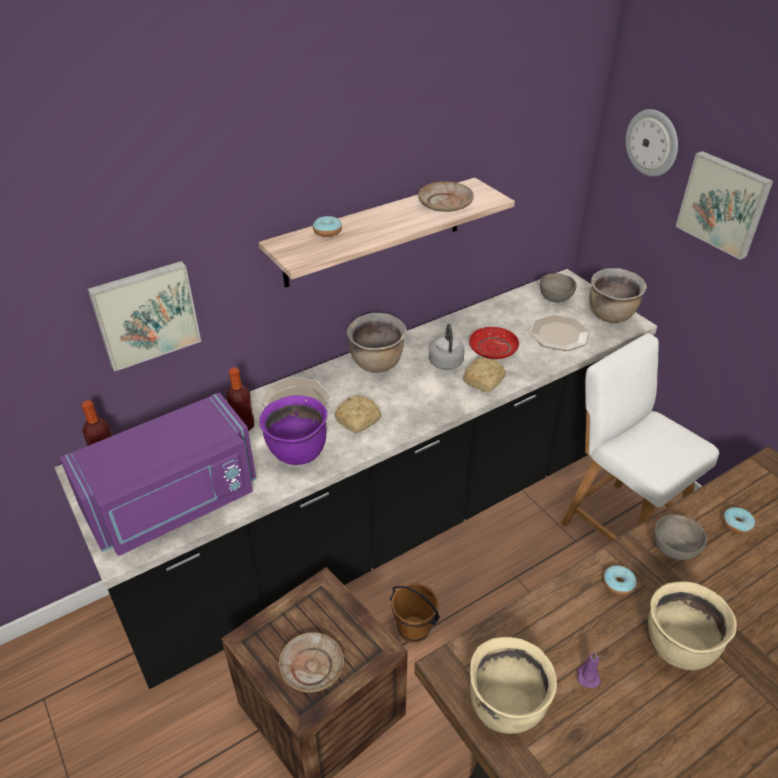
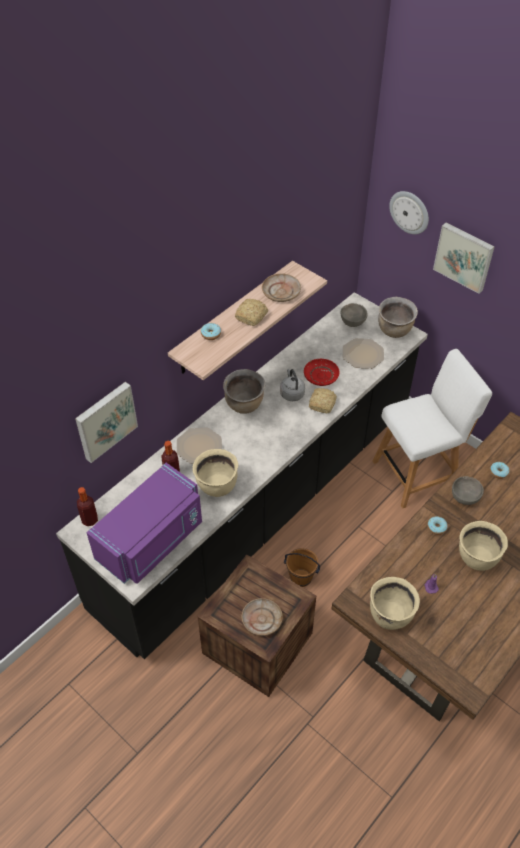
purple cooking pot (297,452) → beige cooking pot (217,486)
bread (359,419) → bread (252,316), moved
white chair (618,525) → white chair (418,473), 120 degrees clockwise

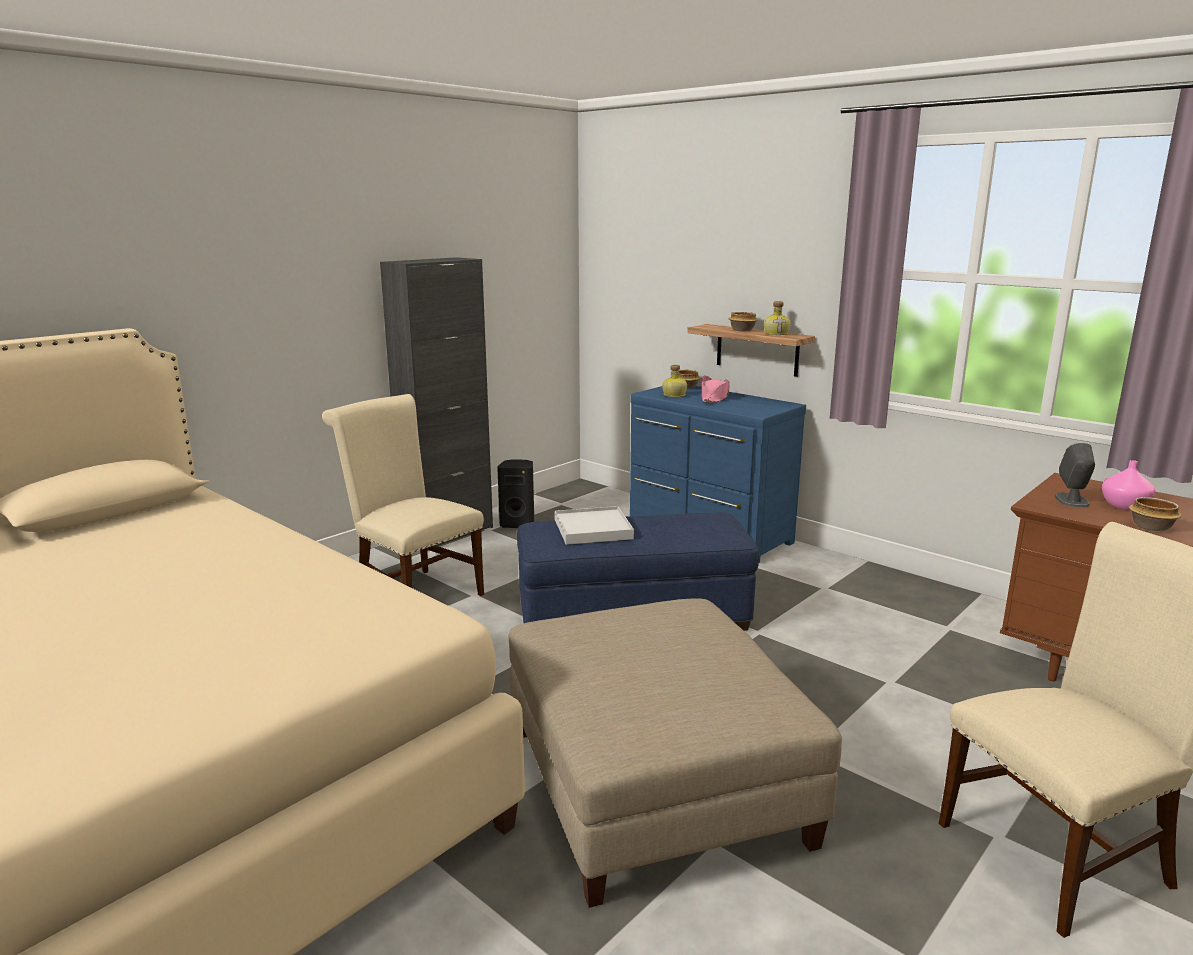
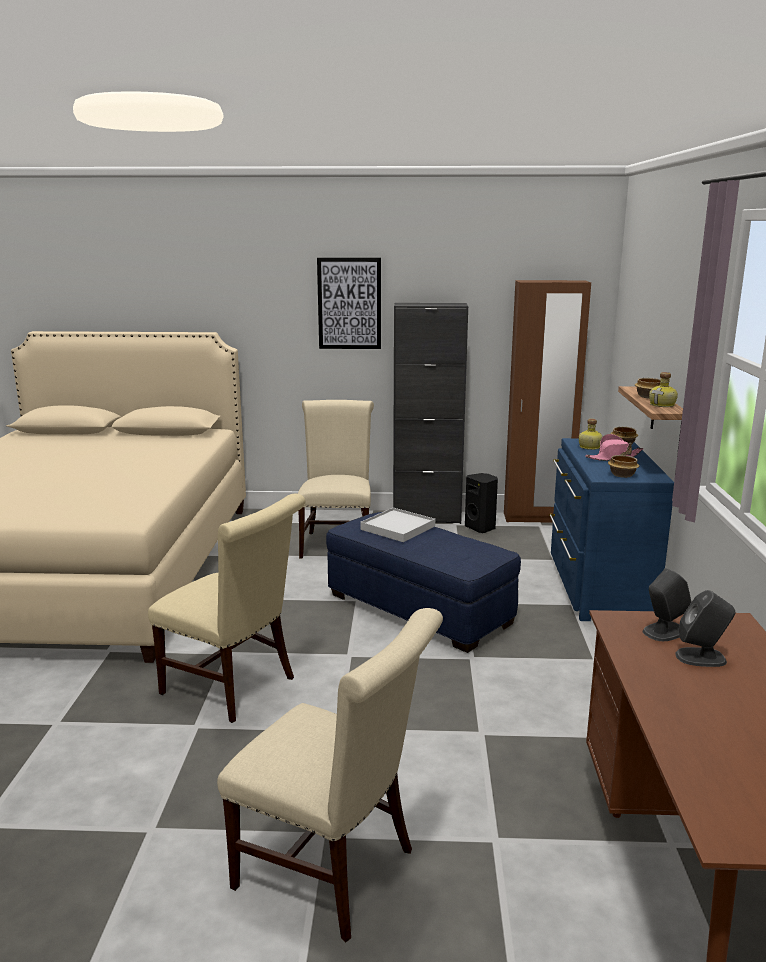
beige ottoman (656,784) → beige chair (235,687)
pink vase (1125,506) → grey speaker (701,657)
bowl (1150,527) → bowl (621,475), moved
- → picture (349,303)
- → brown wardrobe (537,518)

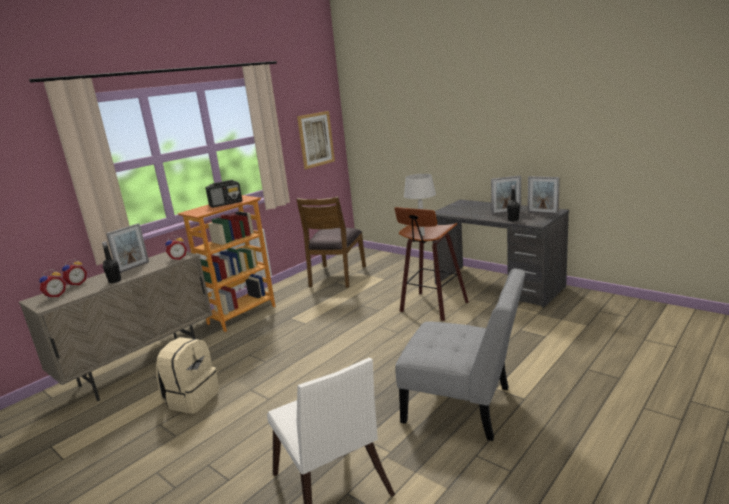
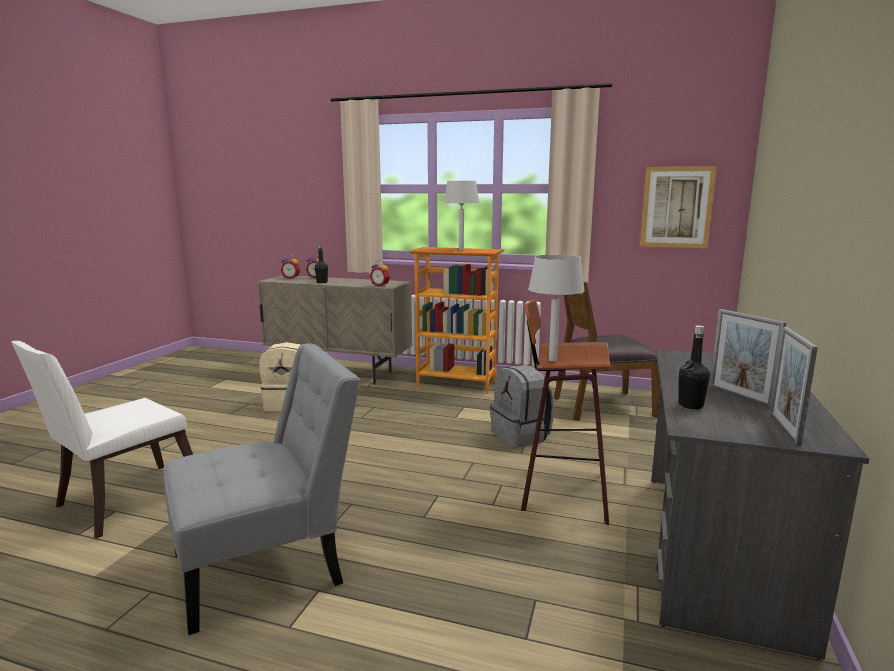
picture frame (133,267) → -
radio (226,204) → grey table lamp (461,250)
grey chair (463,407) → grey chair (268,565), 120 degrees counterclockwise
- → grey backpack (521,436)

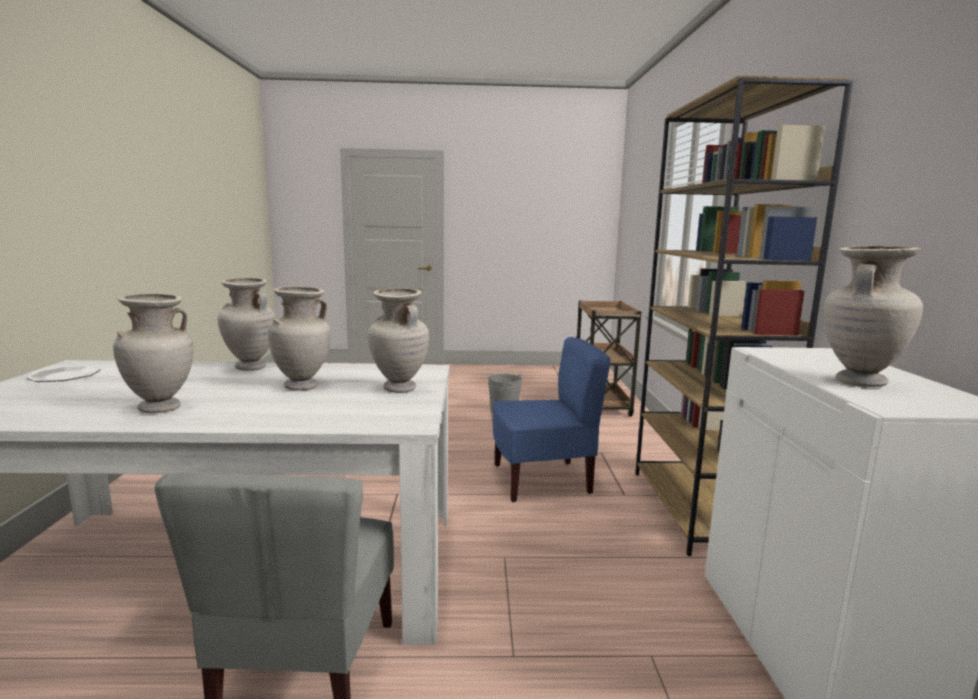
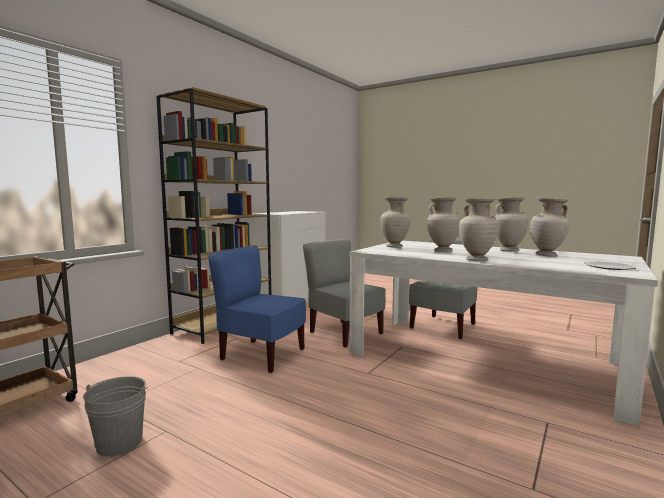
beige vase (858,382) → beige vase (547,255), moved
- → grey chair (344,334)

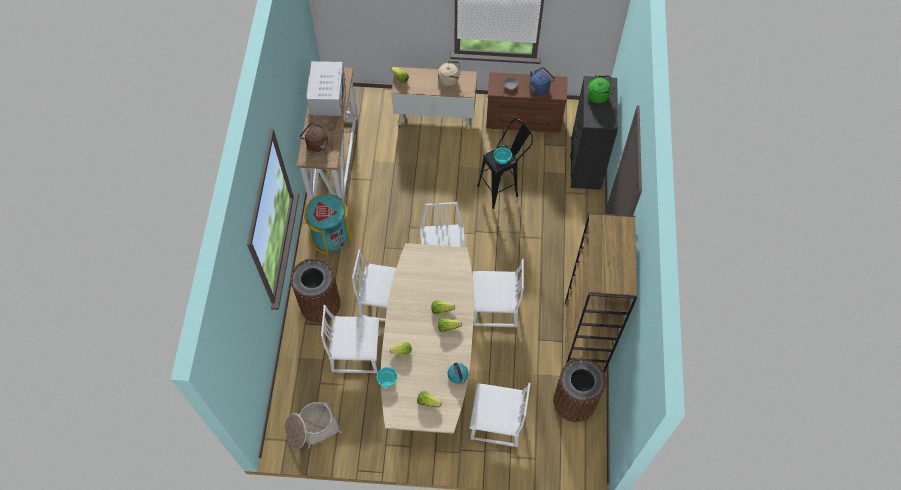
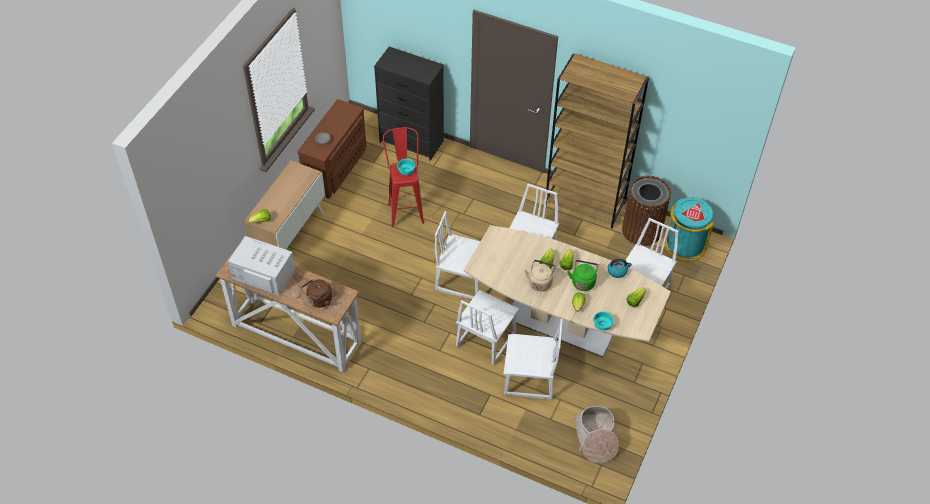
brown trash can (320,304) → -
turquoise trash can (331,236) → turquoise trash can (684,245), moved
white chair (356,352) → white chair (529,379), 105 degrees counterclockwise
beige kettle (449,80) → beige kettle (540,282), moved
black stool (503,188) → red stool (405,208)
blue kettle (540,87) → -
green kettle (599,95) → green kettle (583,282), moved

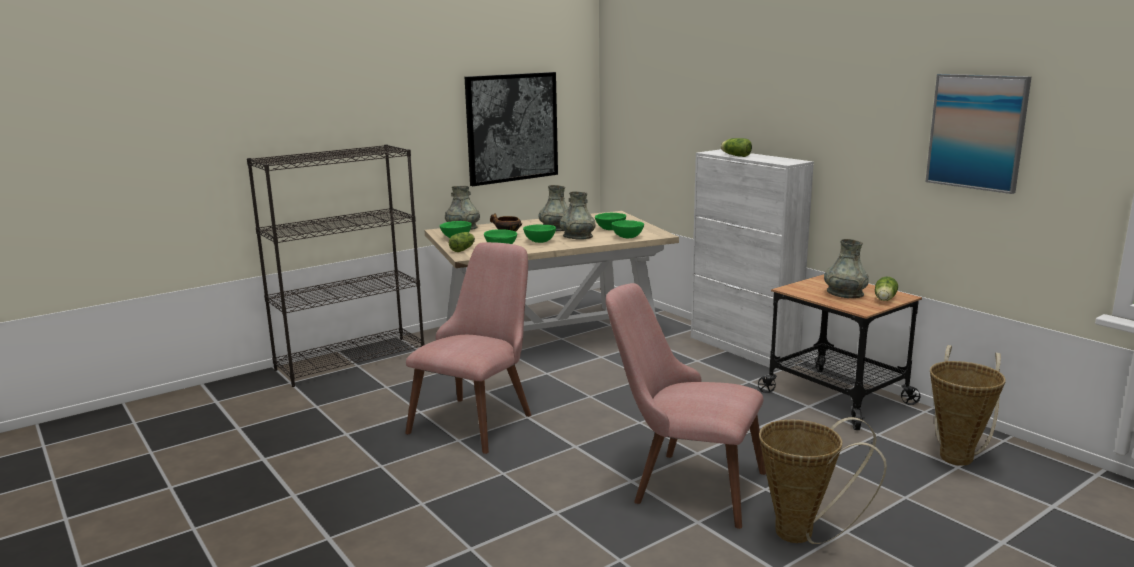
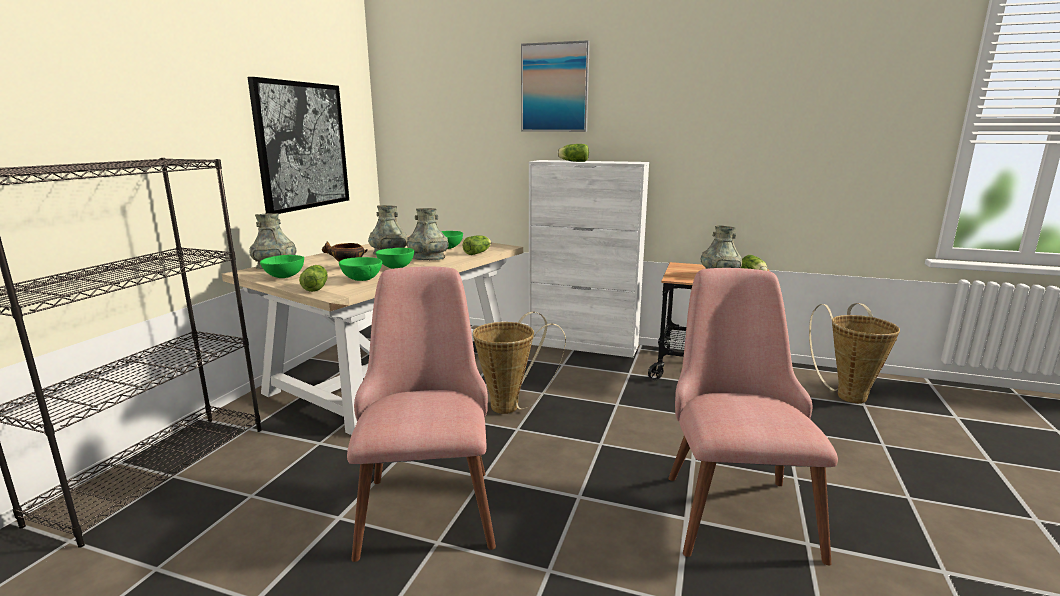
pink chair (683,484) → pink chair (732,501), 105 degrees clockwise
green bowl (627,237) → lettuce (478,253)
basket (803,535) → basket (511,406), moved
picture (977,132) → picture (555,88), moved

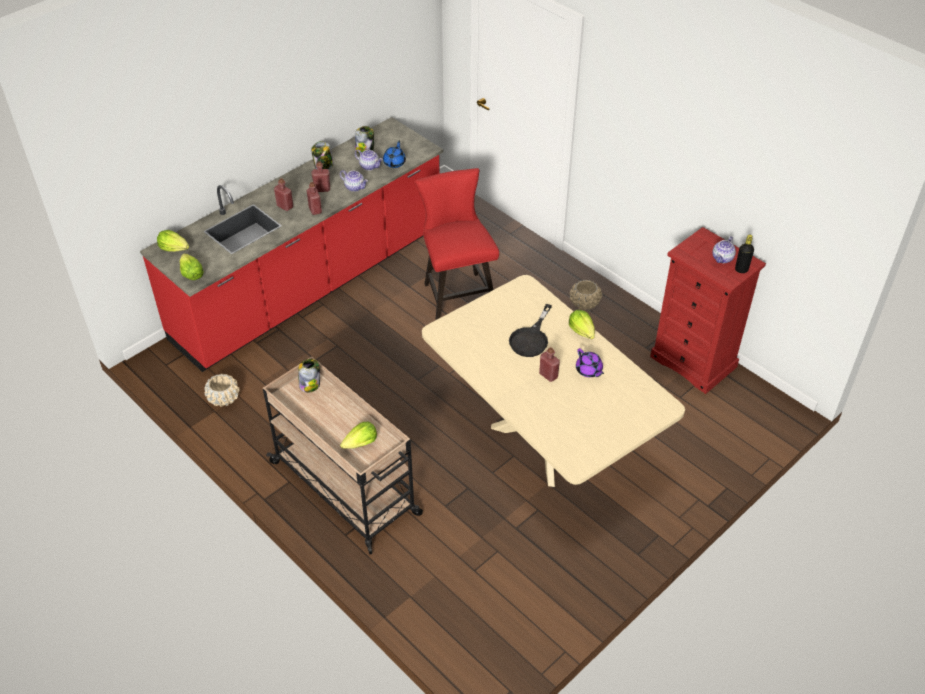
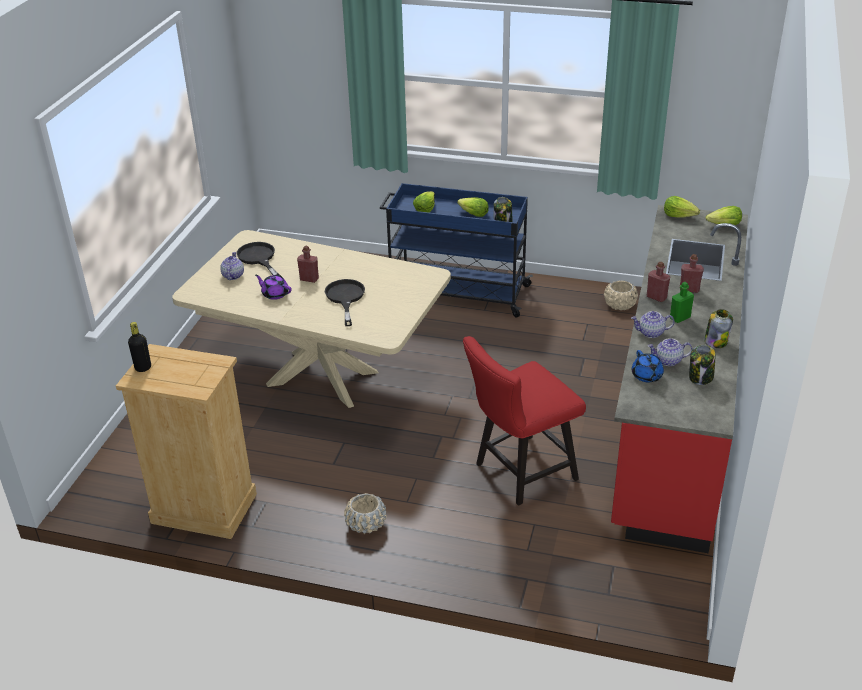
beige cart (346,489) → blue cart (455,292)
red bottle (322,189) → green bottle (679,318)
red chair (456,292) → red chair (519,473), 105 degrees clockwise
lettuce (582,331) → lettuce (473,214), moved
red dresser (693,362) → beige dresser (203,508)
teapot (722,258) → teapot (232,275), moved
- → black frying pan (259,258)

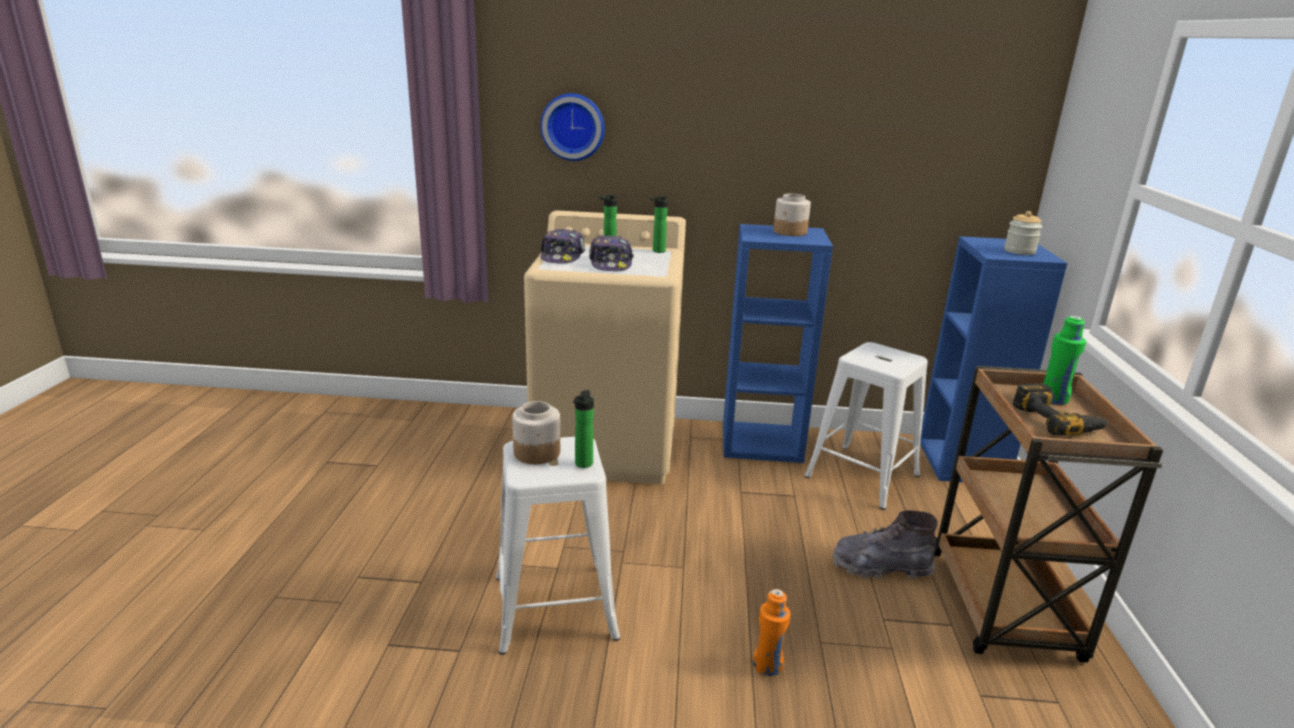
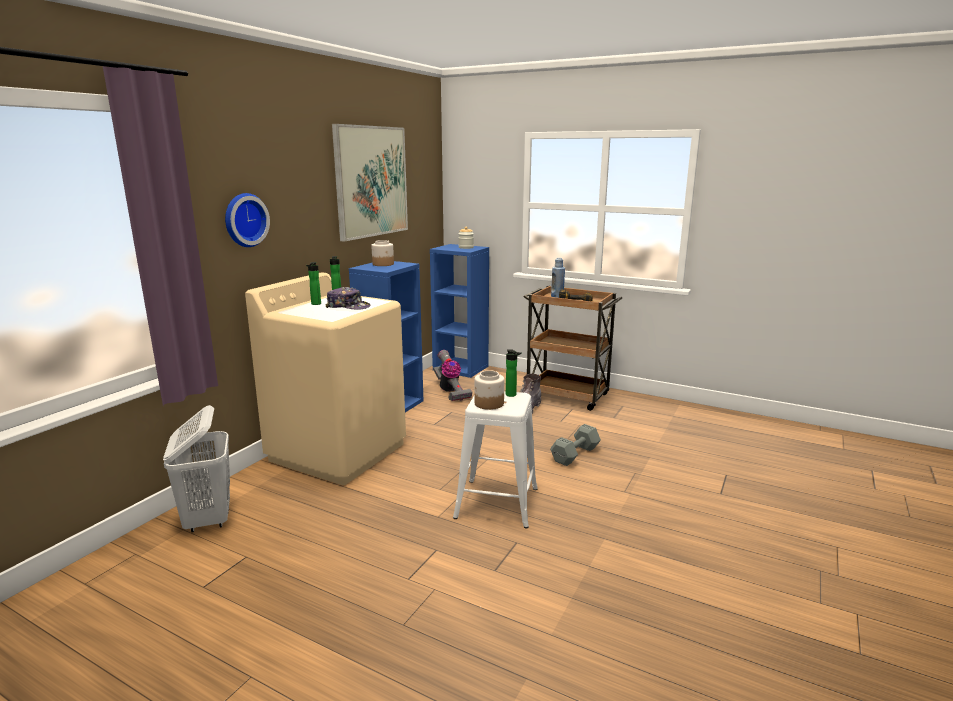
cap (562,256) → -
orange bottle (767,665) → grey dumbbell (576,454)
white stool (862,476) → vacuum cleaner (450,391)
green bottle (1053,399) → blue bottle (557,296)
- → white laundry basket (208,519)
- → picture (371,181)

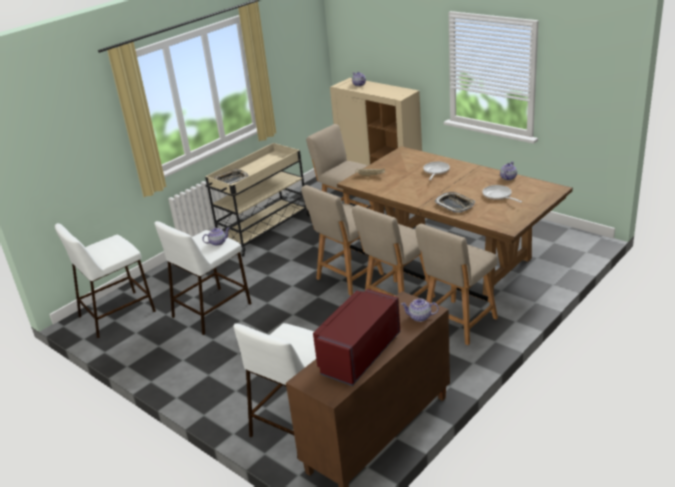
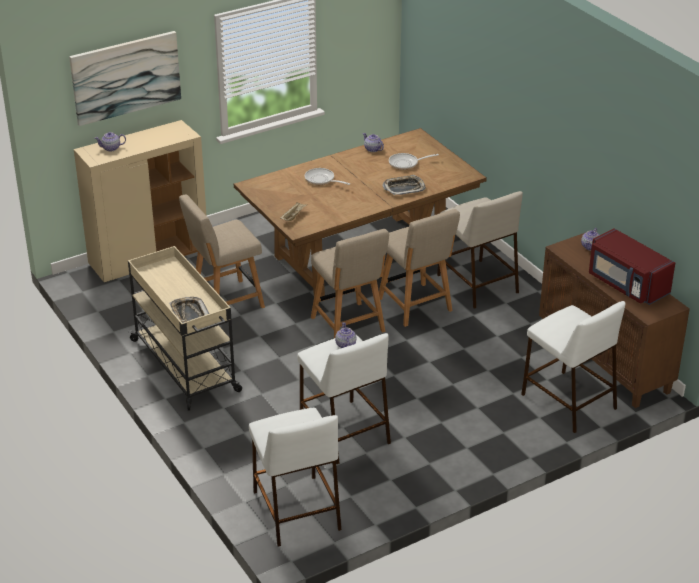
beige chair (457,324) → beige stool (476,283)
- → picture (126,77)

